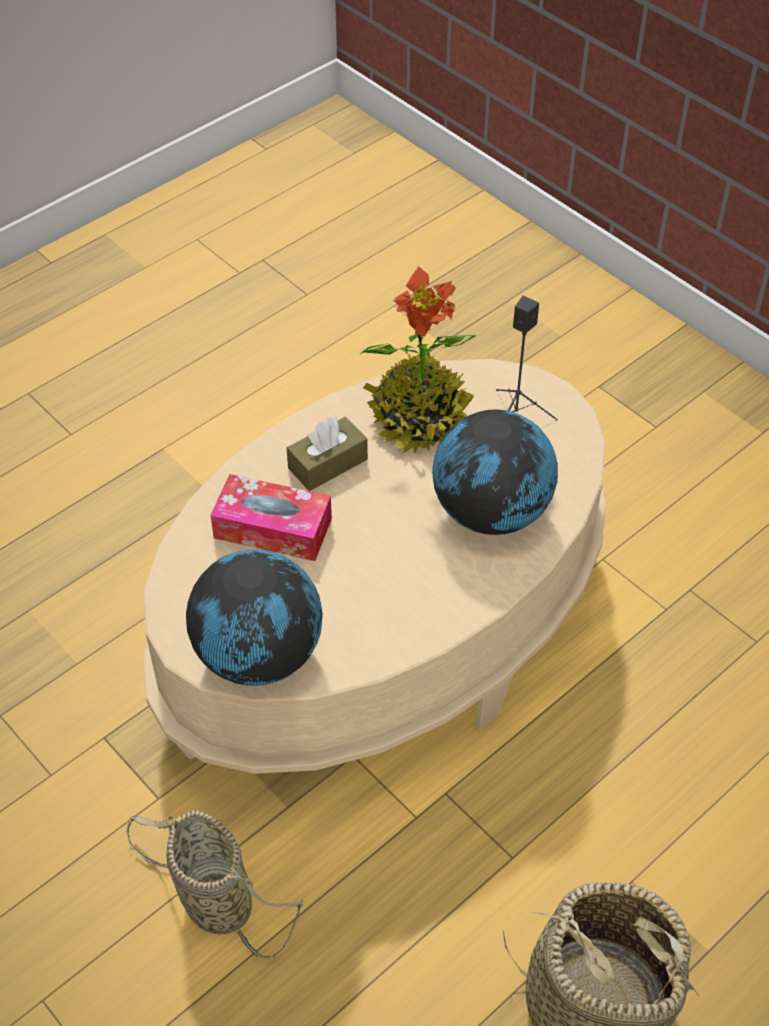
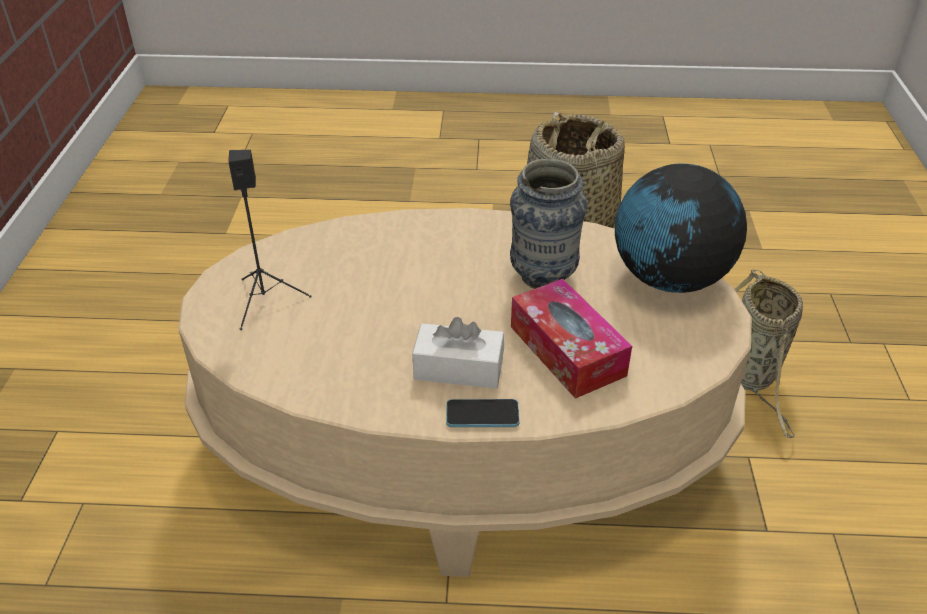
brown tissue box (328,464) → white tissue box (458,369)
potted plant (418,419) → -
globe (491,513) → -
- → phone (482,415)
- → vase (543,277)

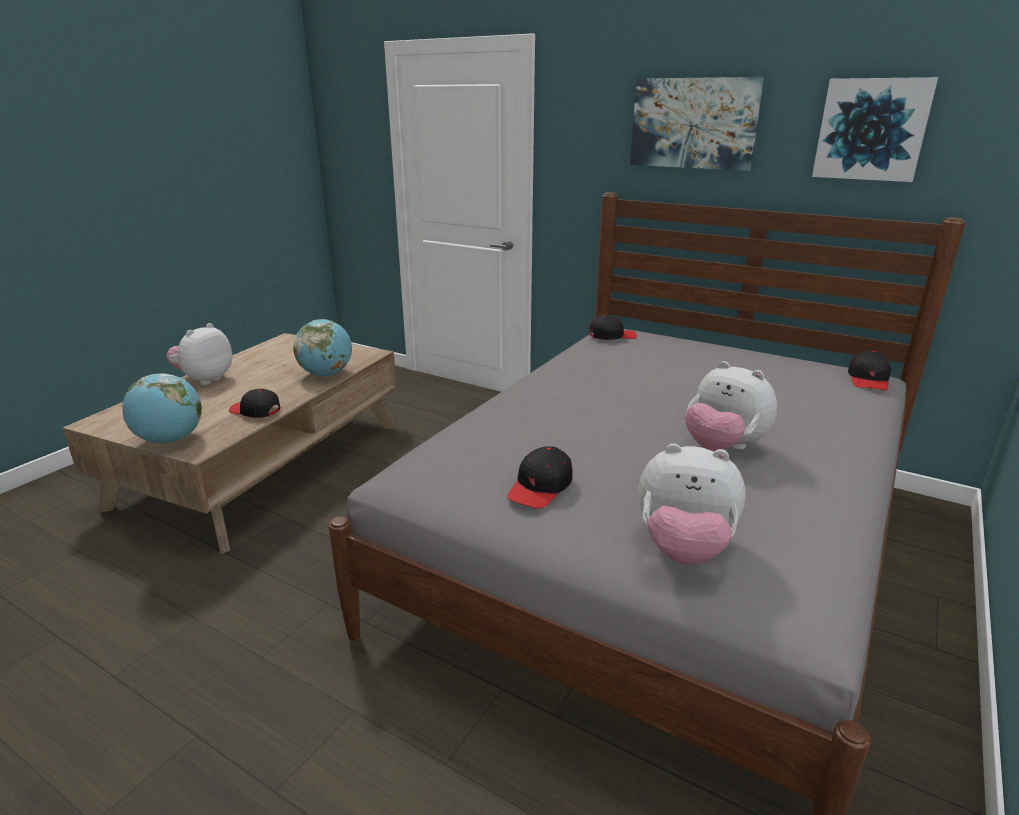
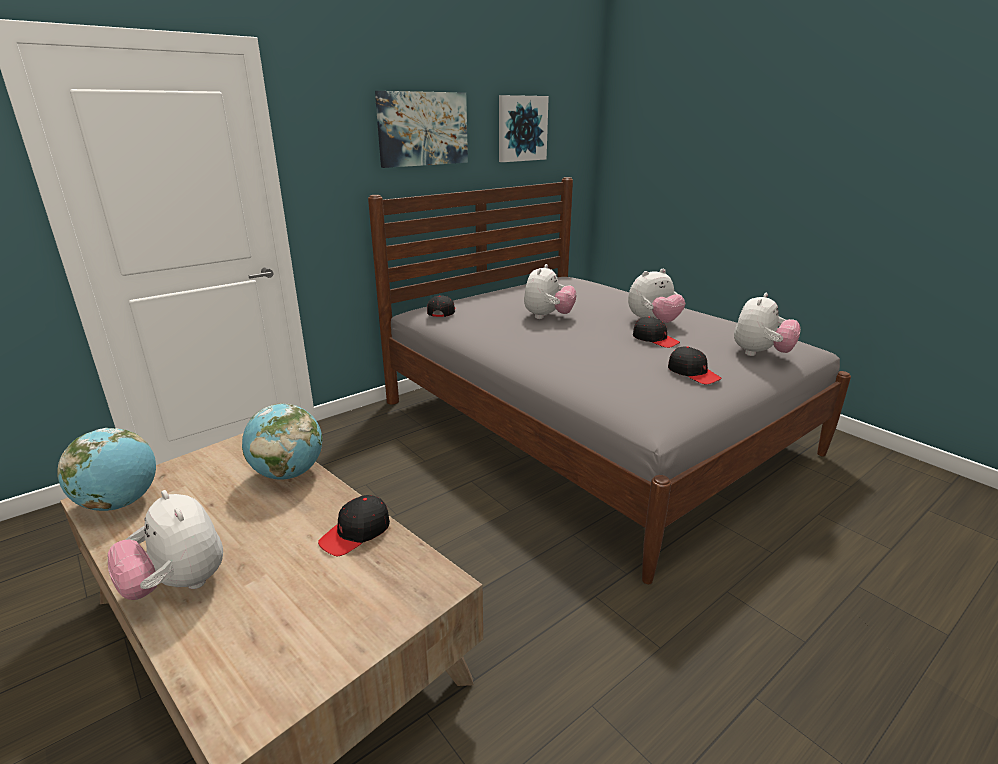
globe (170,440) → globe (120,503), moved
black cap (868,379) → black cap (655,339), moved
- → plush toy (548,317)

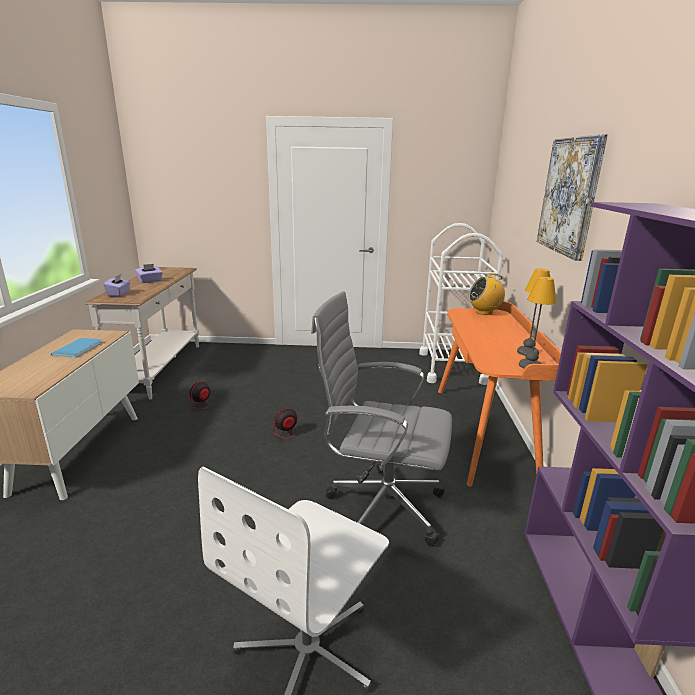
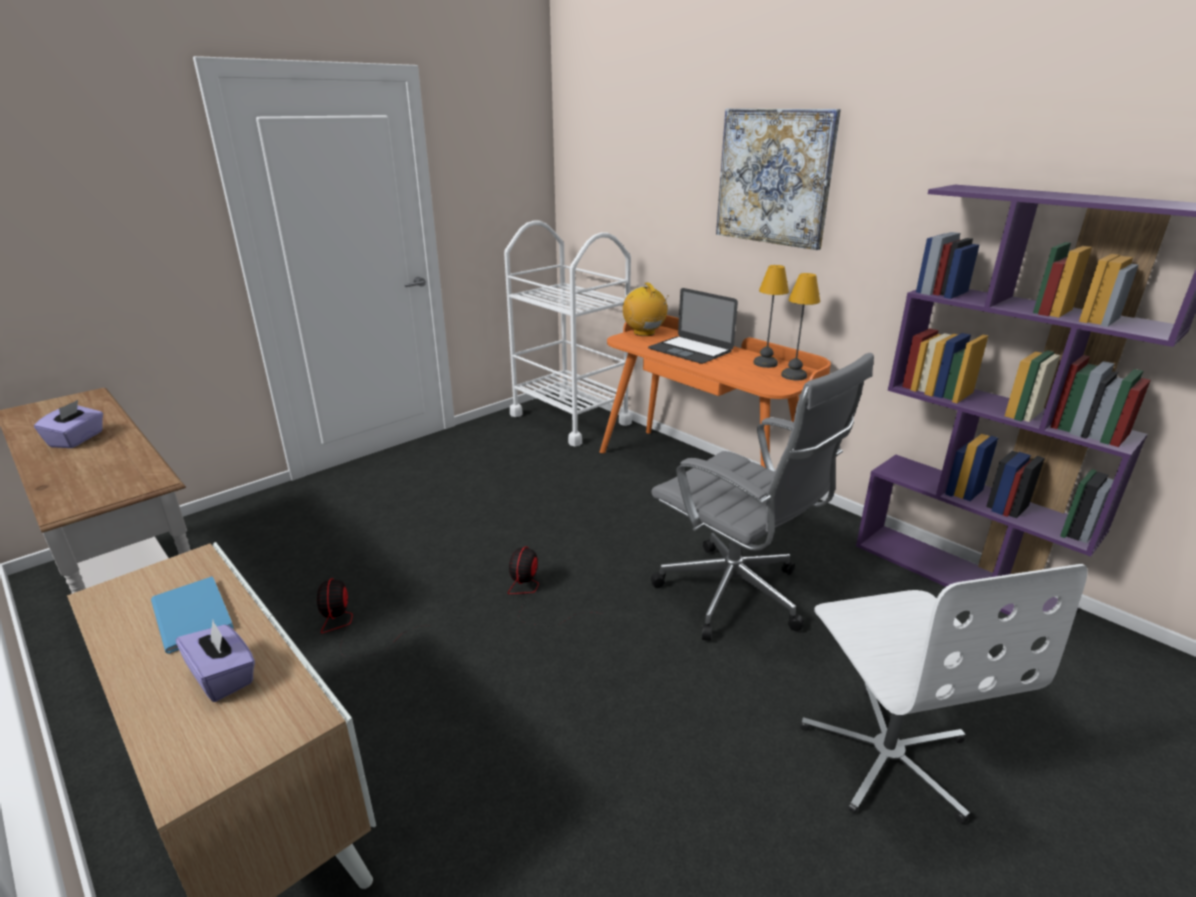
purple tissue box (119,294) → purple tissue box (223,676), moved
grey office chair (380,507) → grey office chair (737,597), 105 degrees counterclockwise
radio (484,312) → radio (644,333), 120 degrees clockwise
- → laptop (690,350)

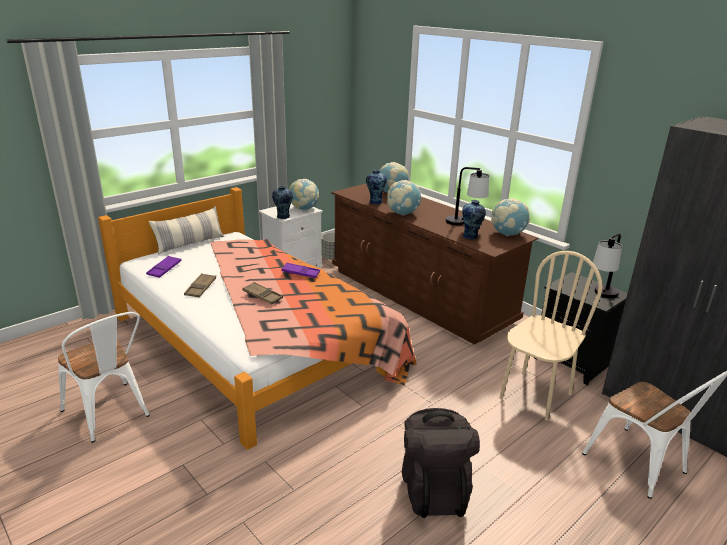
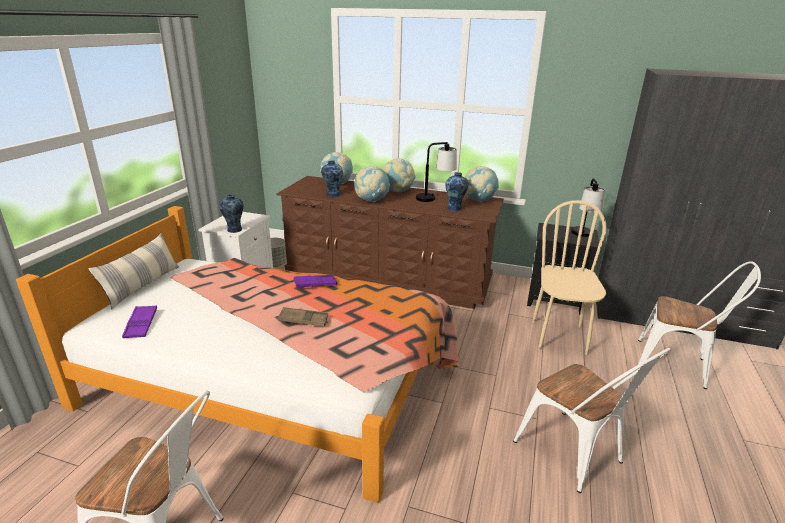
brown tray (200,288) → -
globe (304,208) → globe (397,191), moved
black backpack (434,489) → white chair (575,455)

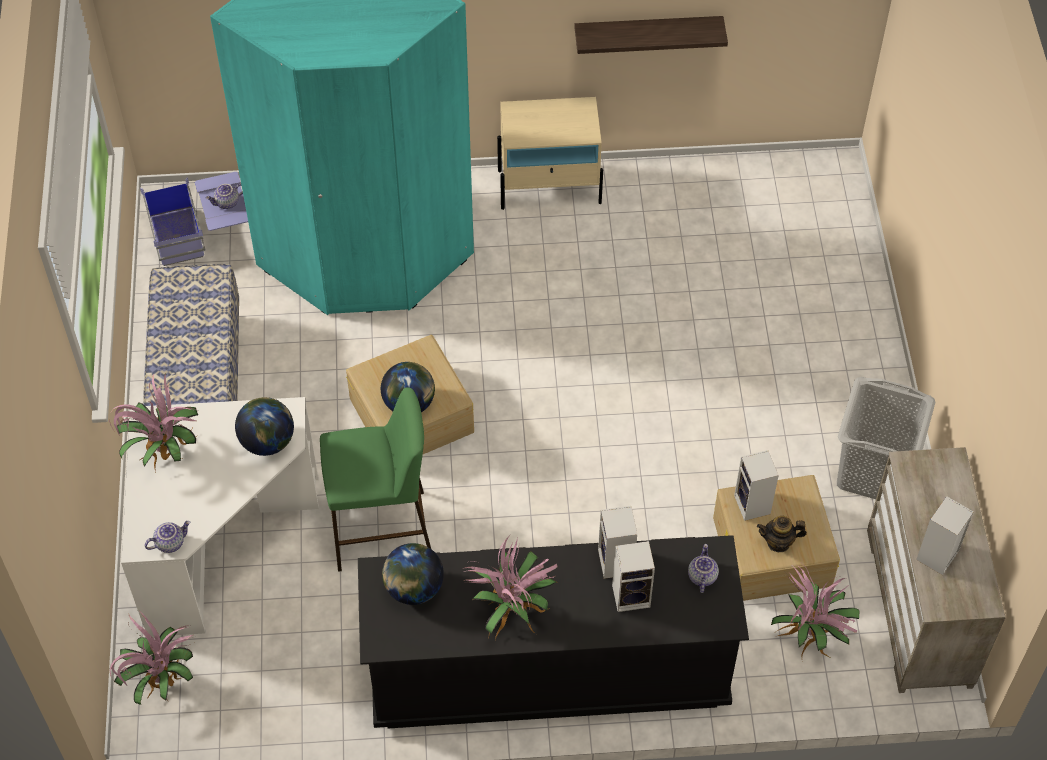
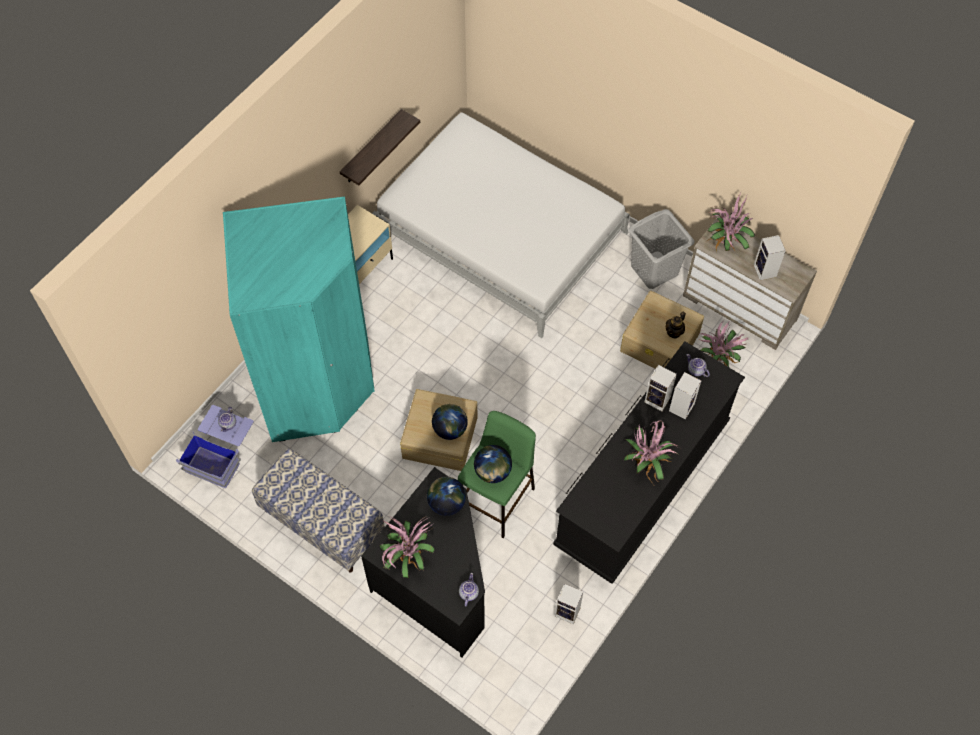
potted plant (160,681) → potted plant (725,243), moved
white desk (221,545) → black desk (437,583)
globe (413,588) → globe (492,472), moved
speaker (753,506) → speaker (568,612), moved
- → white bed (500,233)

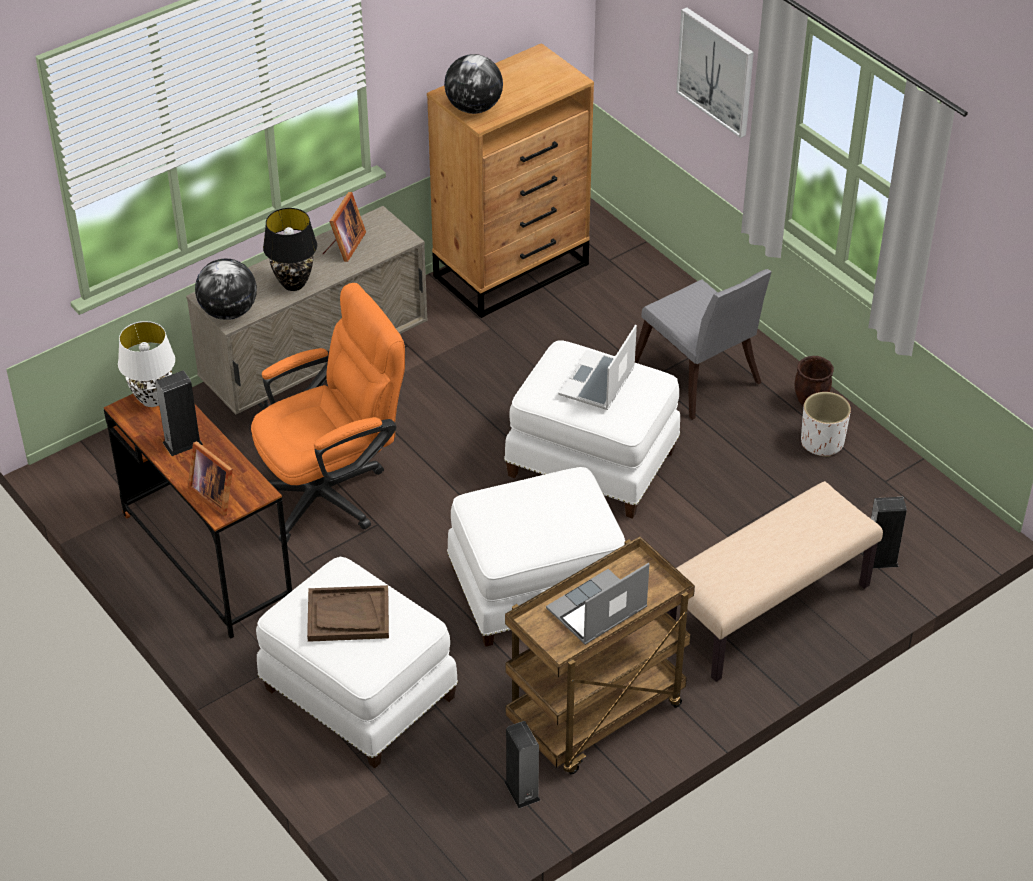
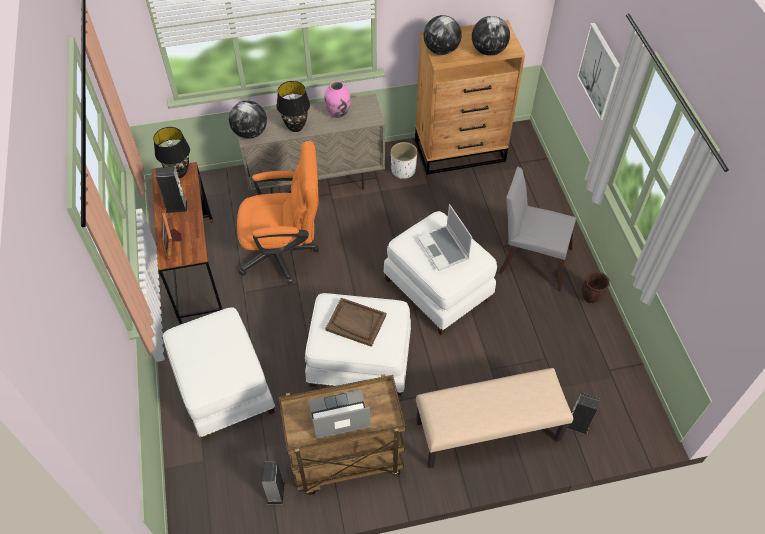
white table lamp (153,400) → black table lamp (179,173)
brown tray (348,616) → brown tray (356,323), moved
picture frame (344,246) → pink vase (338,112)
laptop (598,383) → laptop (444,249), 75 degrees counterclockwise
grey chair (699,380) → grey chair (530,258), 120 degrees clockwise
white planter (822,442) → white planter (403,170), moved
- → globe (488,51)

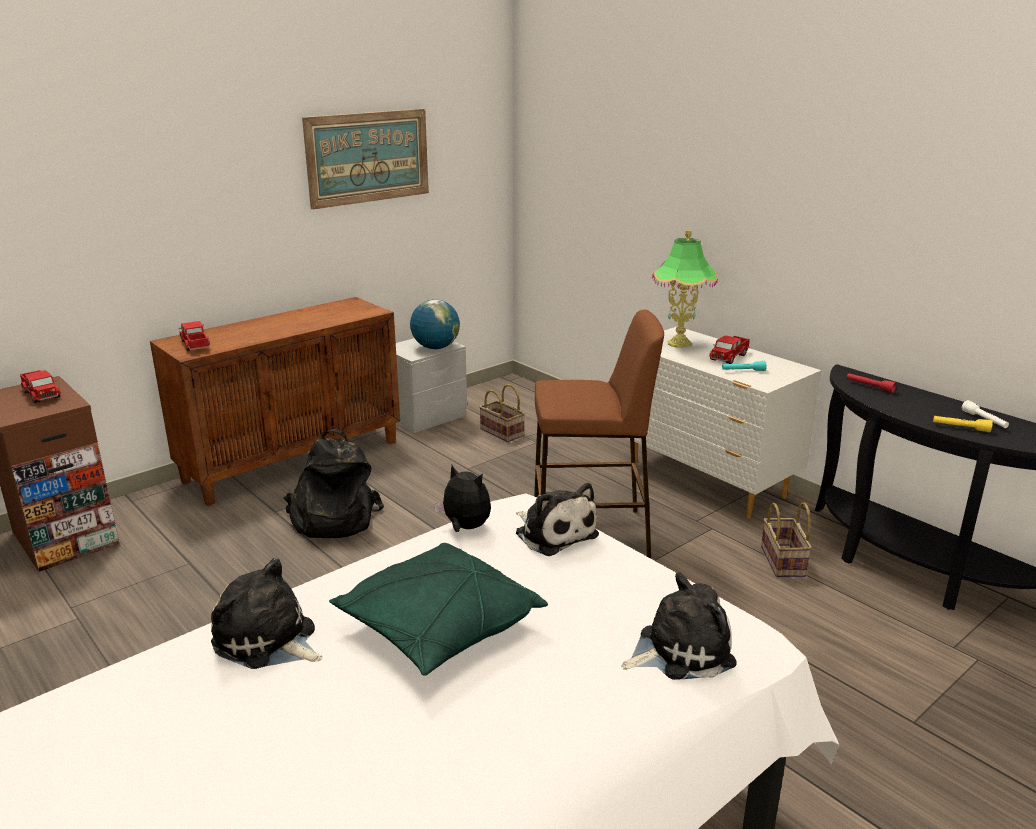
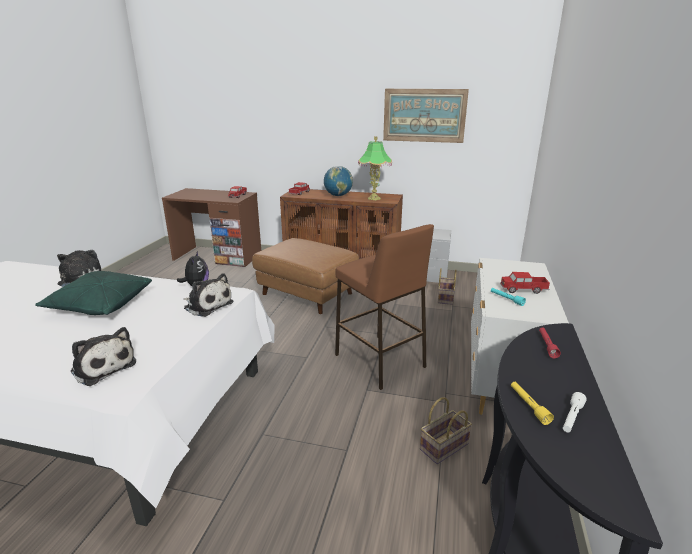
black backpack (332,519) → brown ottoman (307,293)
globe (435,348) → globe (338,195), moved
plush toy (554,533) → plush toy (207,305), 75 degrees counterclockwise
table lamp (679,343) → table lamp (373,198), moved

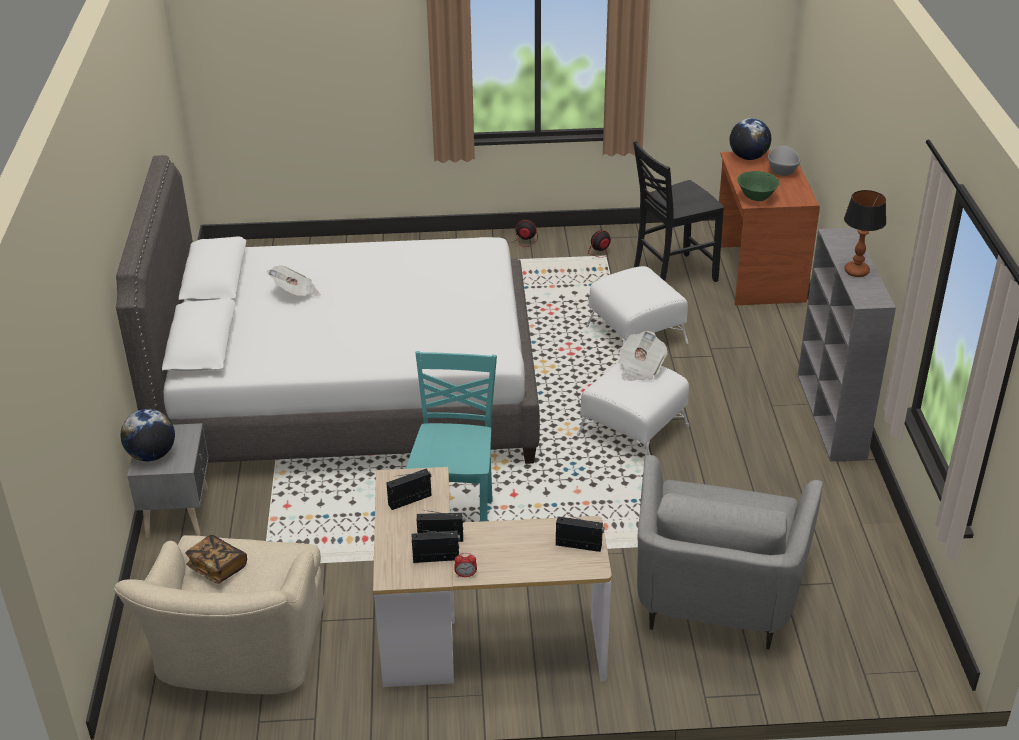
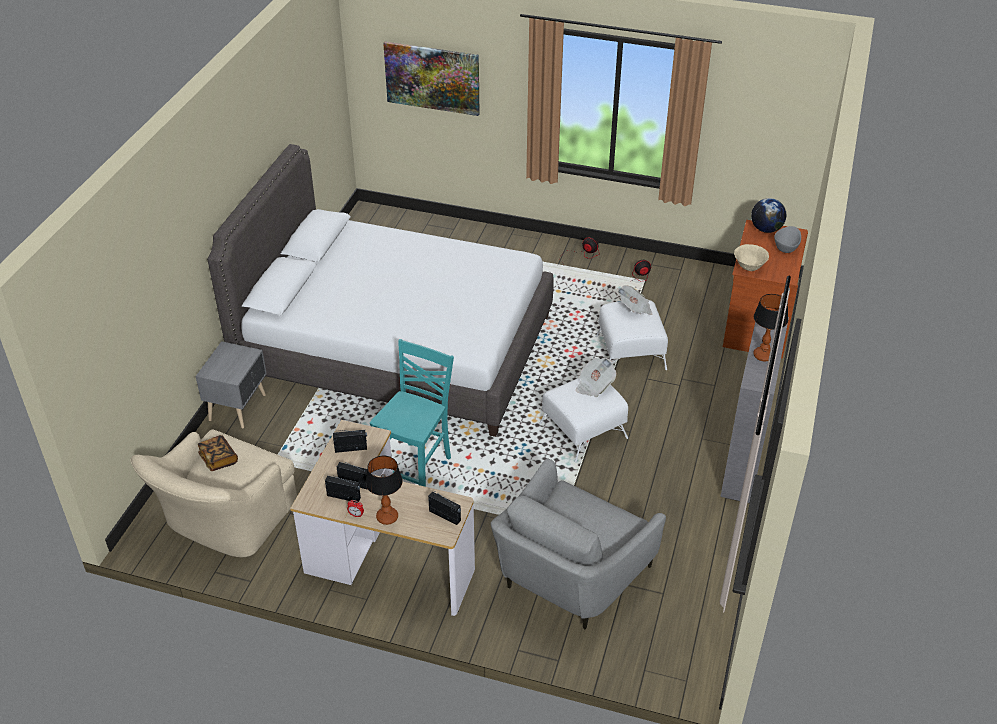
globe (152,455) → -
newspaper (296,293) → newspaper (634,308), moved
black chair (672,275) → -
green bowl (756,198) → beige bowl (749,267)
- → table lamp (387,517)
- → picture (432,78)

